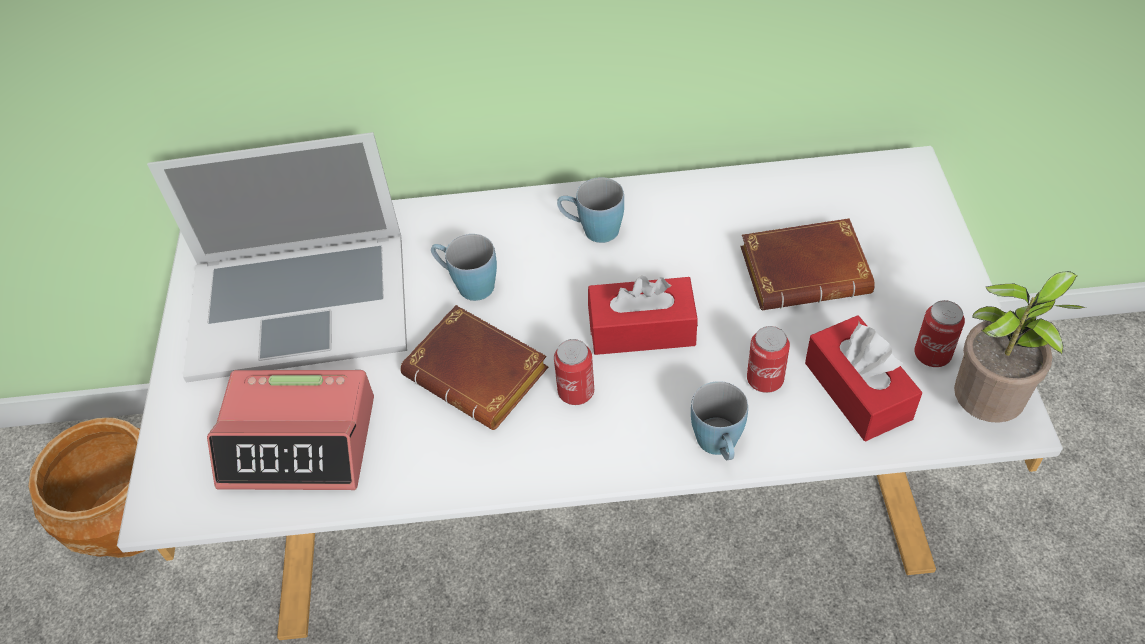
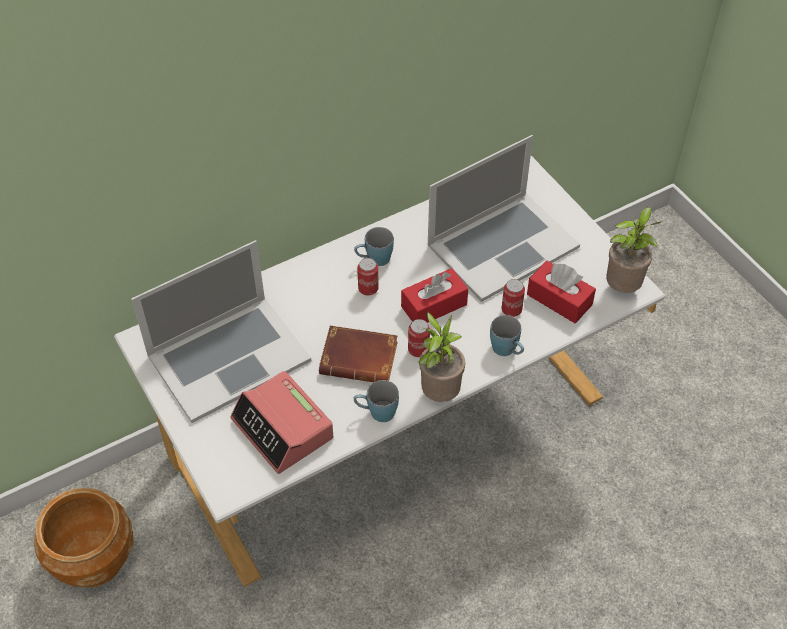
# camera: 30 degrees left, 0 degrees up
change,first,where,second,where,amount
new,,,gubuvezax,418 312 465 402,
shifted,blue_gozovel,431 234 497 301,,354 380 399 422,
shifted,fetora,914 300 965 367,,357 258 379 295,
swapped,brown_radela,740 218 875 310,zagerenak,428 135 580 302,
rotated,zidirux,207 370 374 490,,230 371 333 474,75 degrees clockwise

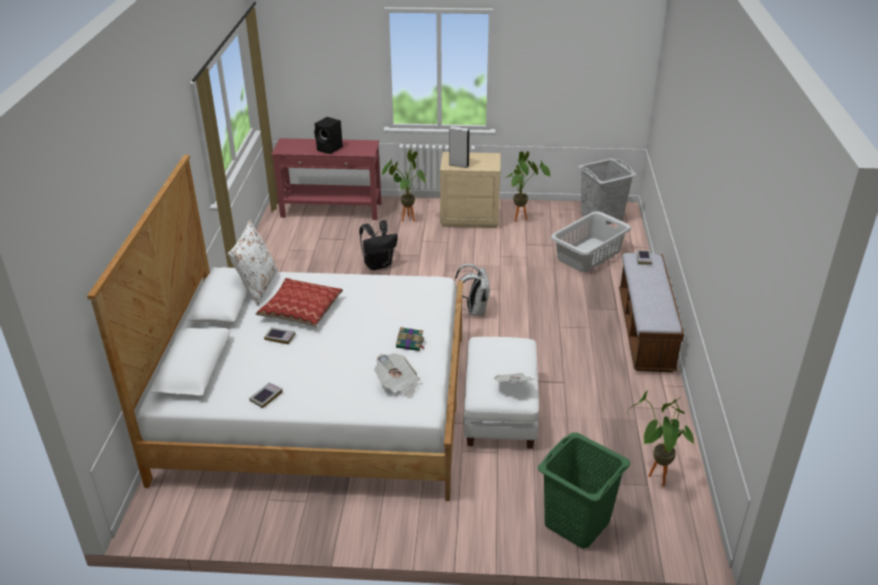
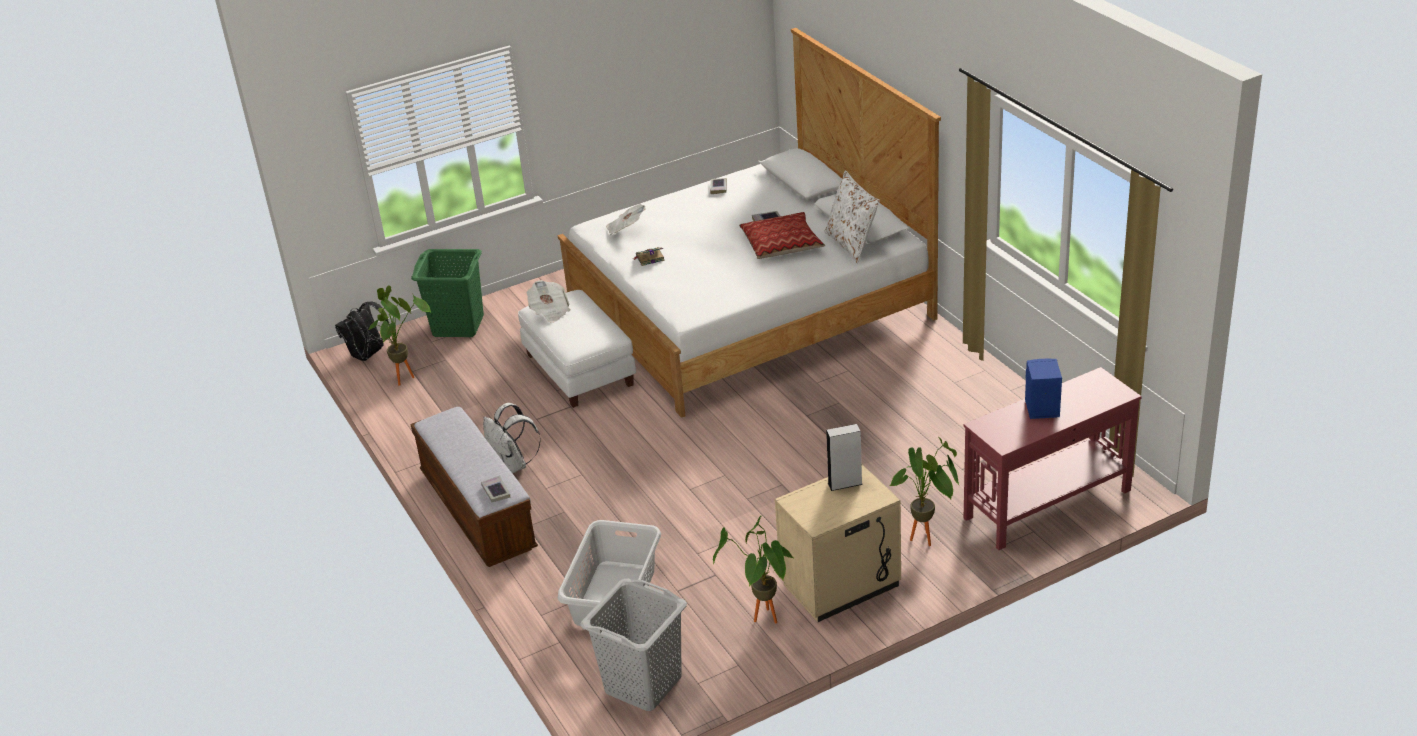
# camera: 150 degrees right, 0 degrees up
change,first,where,second,where,amount
shifted,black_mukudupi,359 220 398 270,,335 302 391 361,
shifted,white_mukudupi,454 263 490 316,,483 403 541 474,
repainted,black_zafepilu,314 117 343 154,blue_zafepilu,1025 359 1062 419,

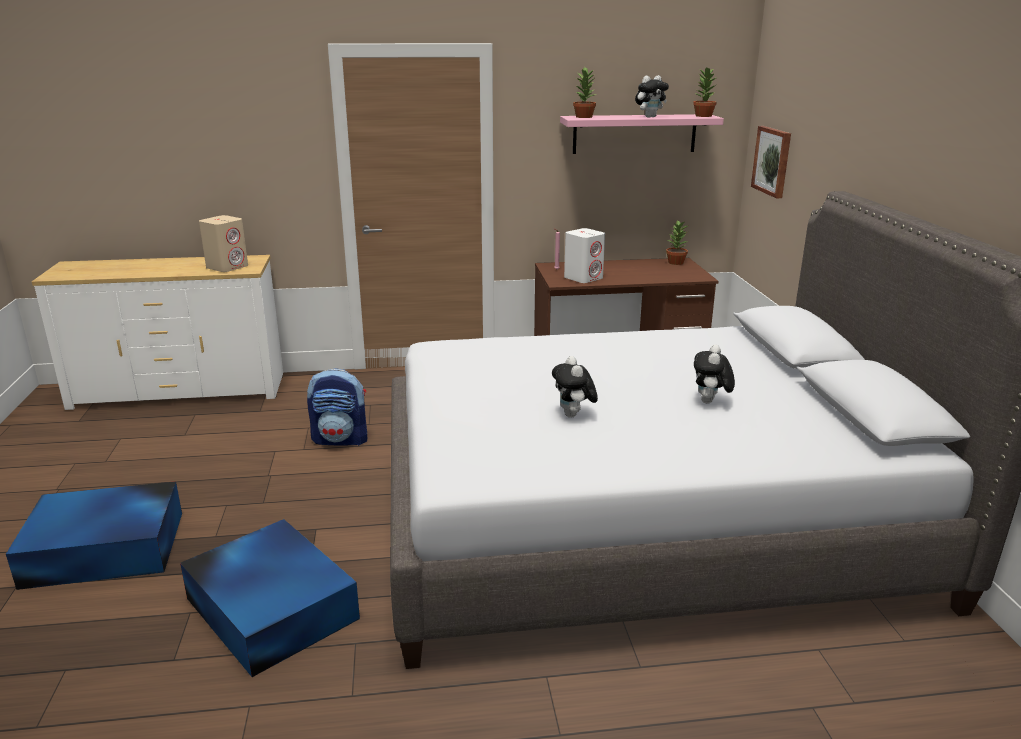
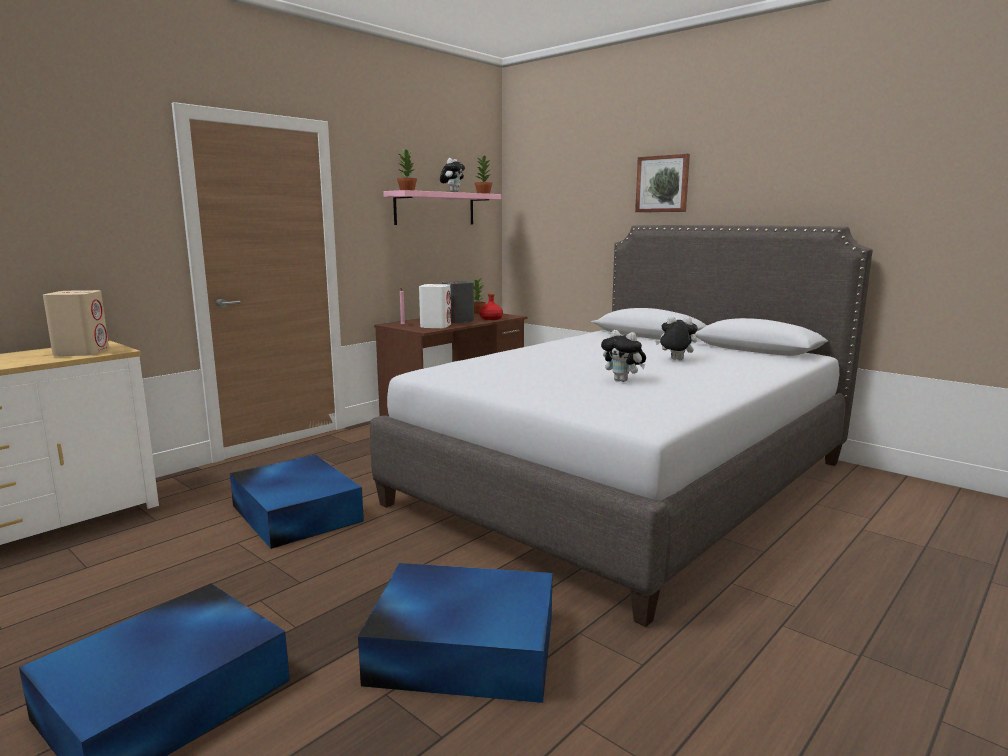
# camera: 40 degrees left, 10 degrees down
change,first,where,second,where,amount
new,,,grey_zafepilu,442 281 474 323,
new,,,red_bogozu,479 293 503 320,
shifted,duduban,751 126 791 198,,635 154 690 212,
swapped,mukudupi,307 368 367 446,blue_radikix,230 455 364 549,
rotated,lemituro,694 345 735 403,,655 316 698 360,135 degrees clockwise

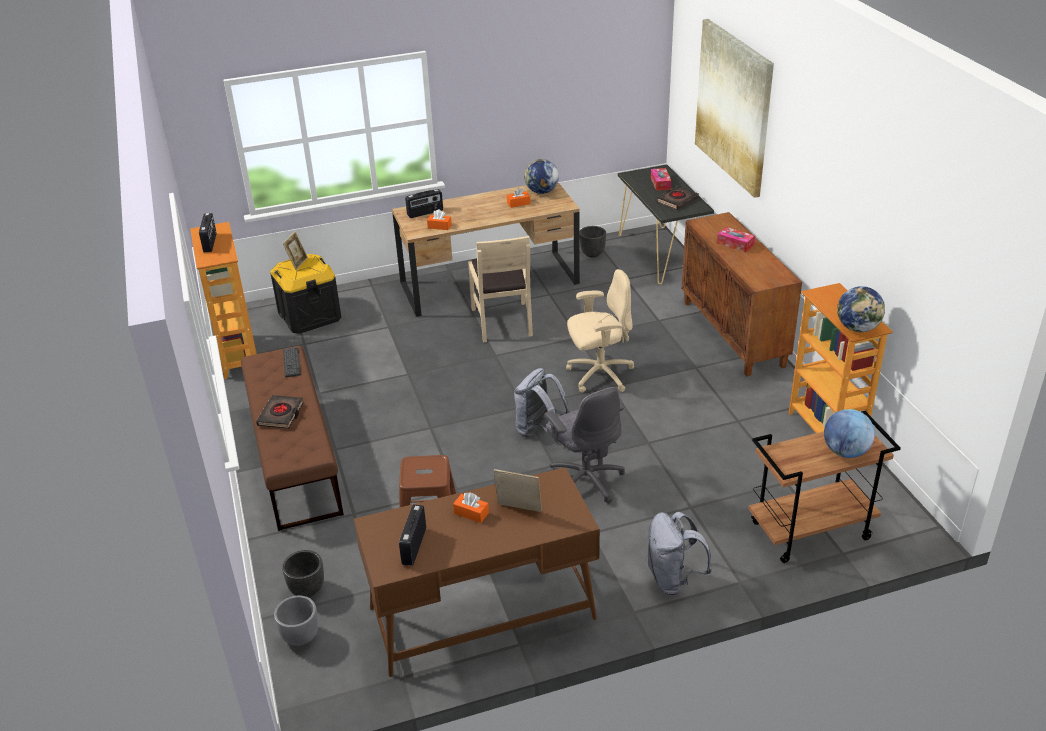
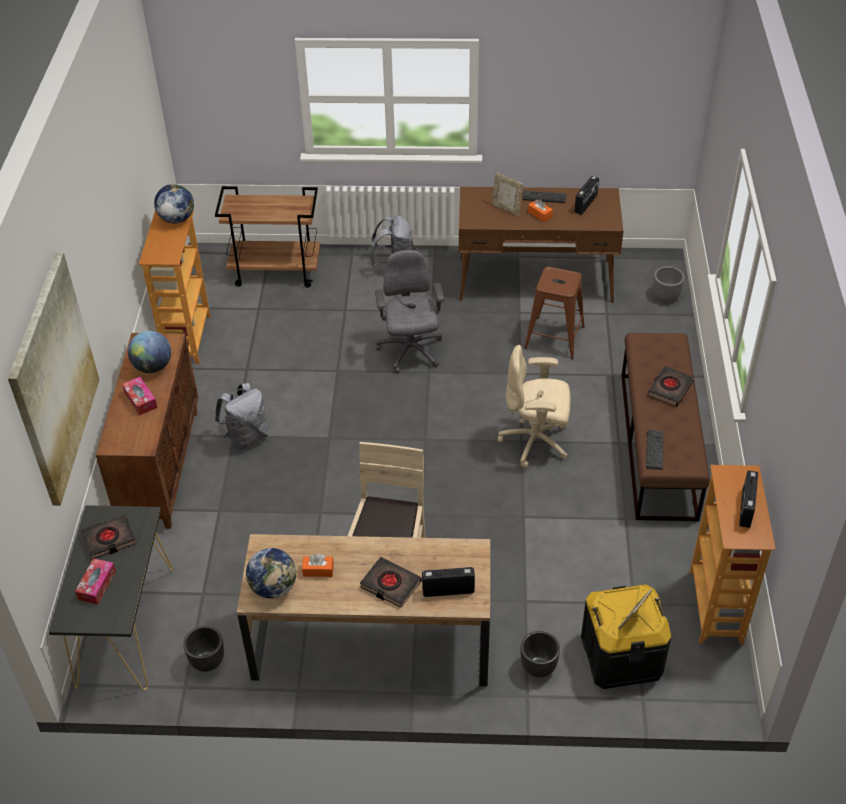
# camera: 160 degrees left, 10 degrees up
change,first,where,second,where,amount
gone,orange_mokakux,427 210 452 230,,,
new,,,black_radela,360 557 422 608,
new,,,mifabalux,522 190 566 203,
shifted,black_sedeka,282 550 324 597,,521 631 560 677,
shifted,grey_mukudupi,514 368 570 437,,215 383 269 450,
shifted,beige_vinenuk,566 269 634 393,,498 345 571 468,
shifted,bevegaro,824 409 875 458,,128 331 171 373,

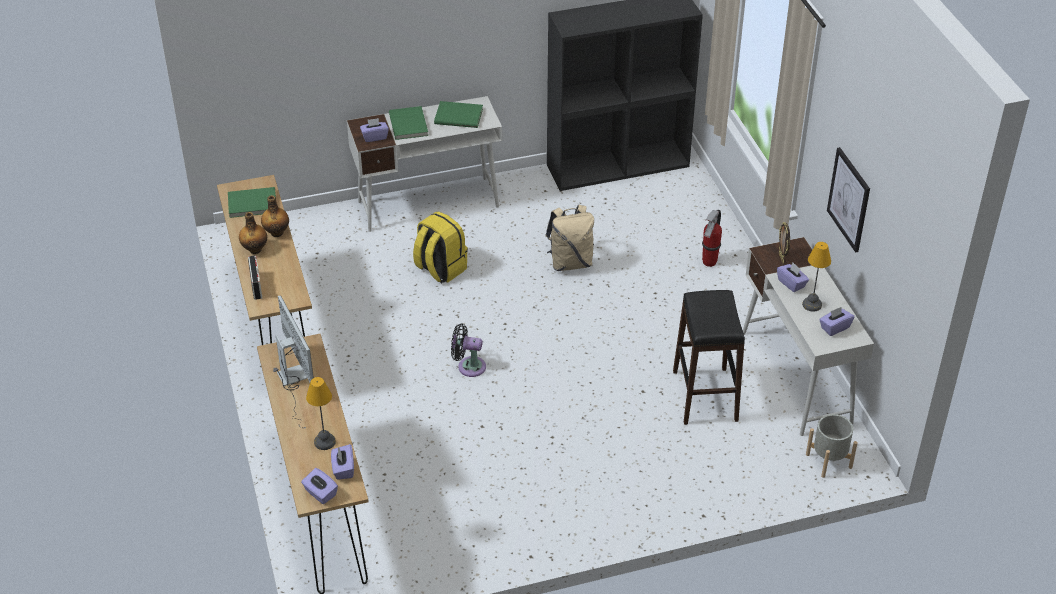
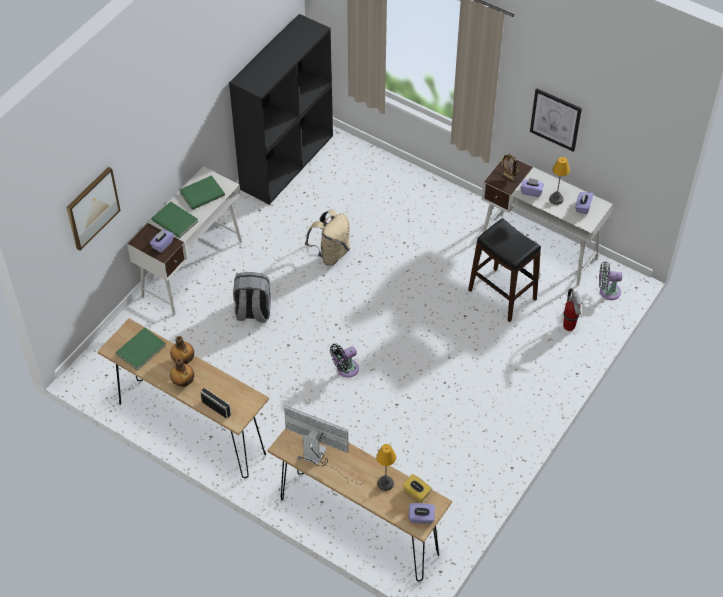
# camera: 40 degrees left, 10 degrees up
change,first,where,second,where,amount
new,,,duduban,66 167 121 251,
shifted,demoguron,702 210 722 267,,563 288 583 331,
swapped,grey_sedeka,806 414 858 478,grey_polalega,599 261 622 300,
repainted,purple_mokakux,331 444 354 480,yellow_mokakux,403 474 432 502,
repainted,yellow_mukudupi,413 212 468 283,grey_mukudupi,233 272 271 323,

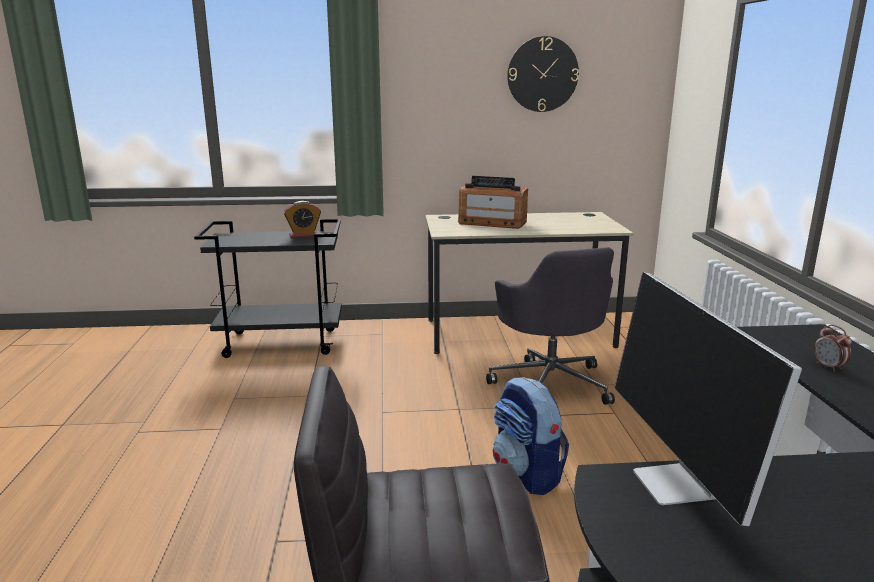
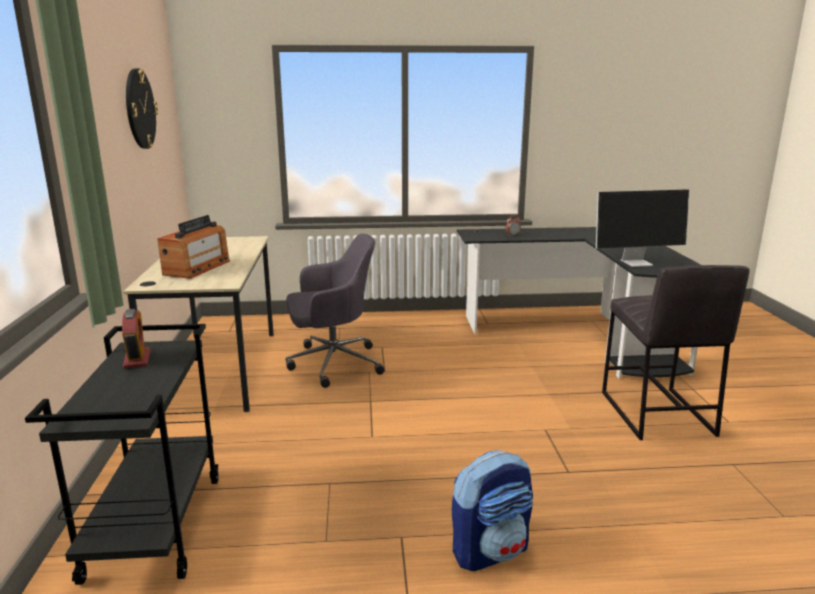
# camera: 90 degrees left, 0 degrees up
change,first,where,second,where,amount
shifted,mukudupi,493 377 569 495,,452 450 533 571,

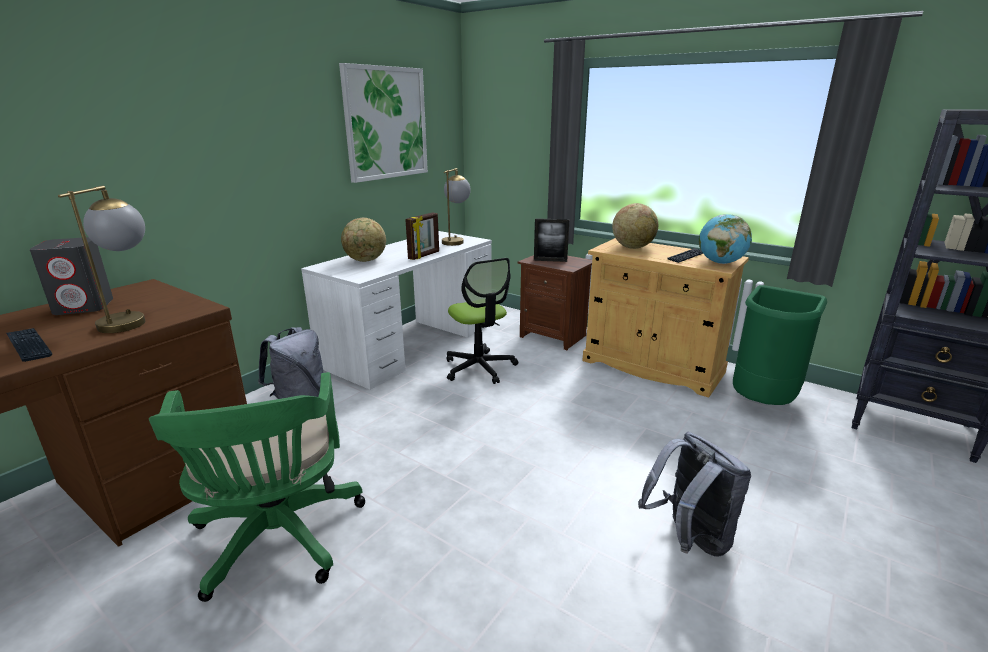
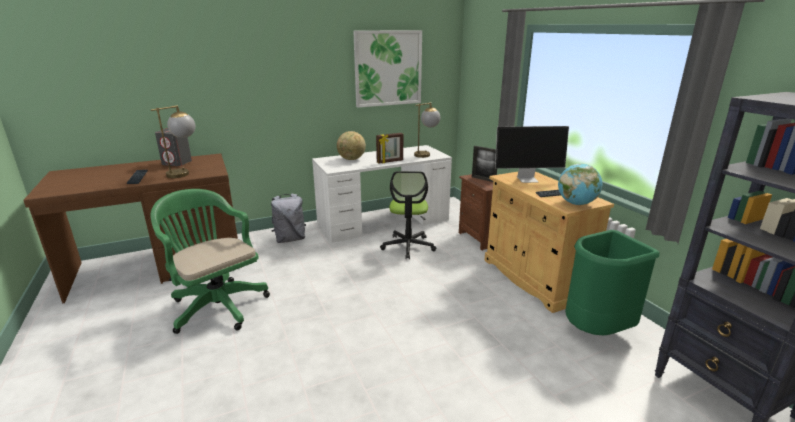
# camera: 30 degrees right, 0 degrees up
change,first,where,second,where,amount
gone,grey_mukudupi,638 432 752 557,,,
swapped,bevegaro,612 203 658 249,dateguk,495 126 569 183,
rotated,green_vinenuk,149 372 365 602,,150 189 270 334,120 degrees clockwise

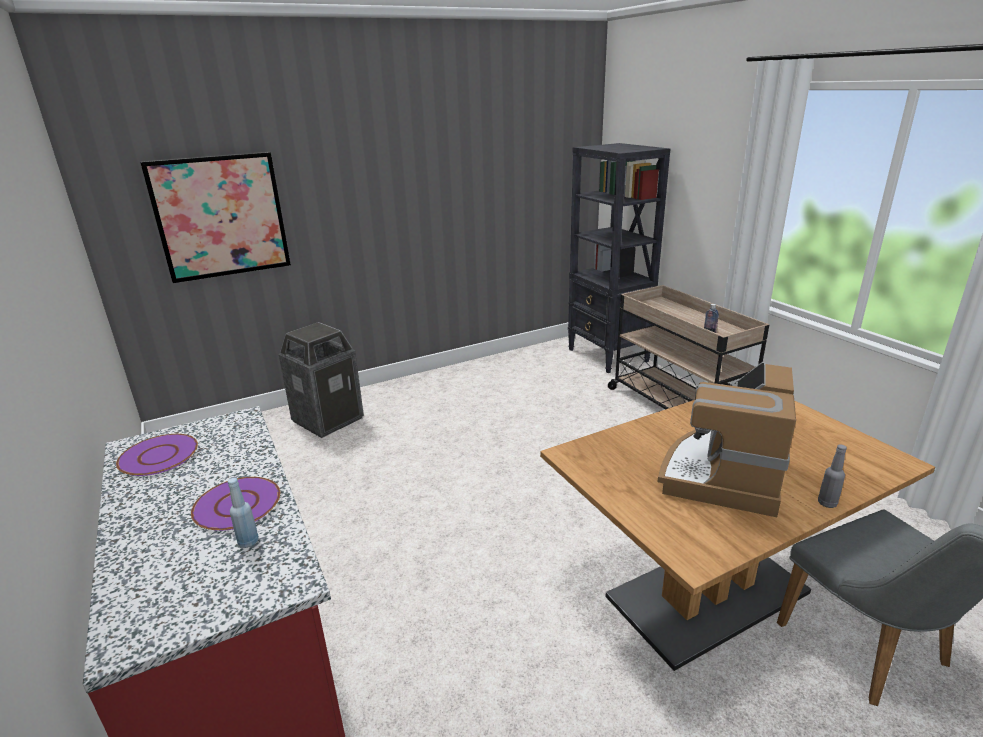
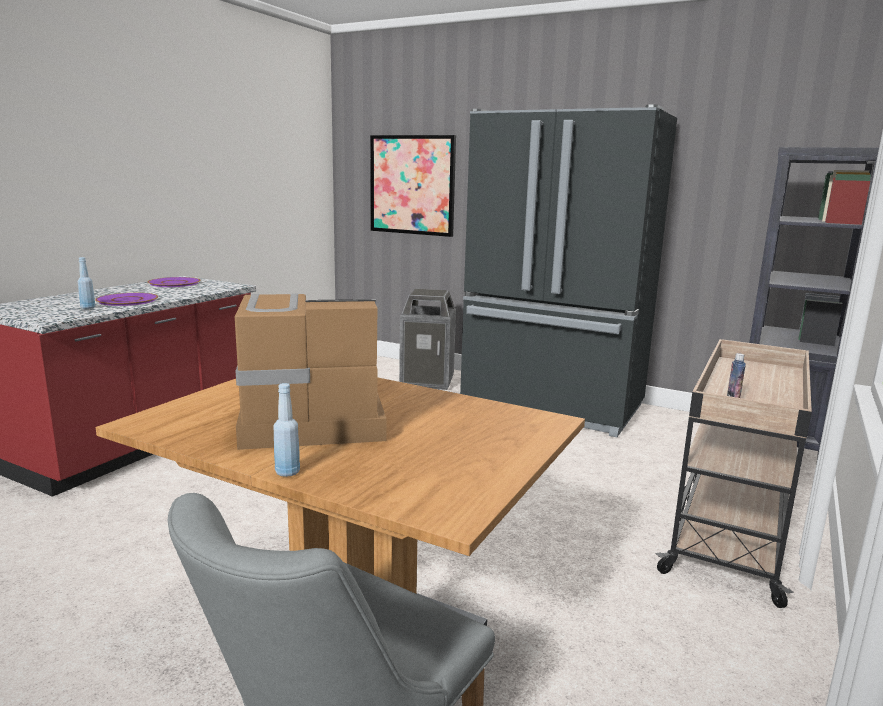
# camera: 55 degrees right, 10 degrees down
change,first,where,second,where,amount
new,,,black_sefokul,460 104 677 437,
repainted,grey_bogozu,818 444 847 508,blue_bogozu,273 383 300 477,

